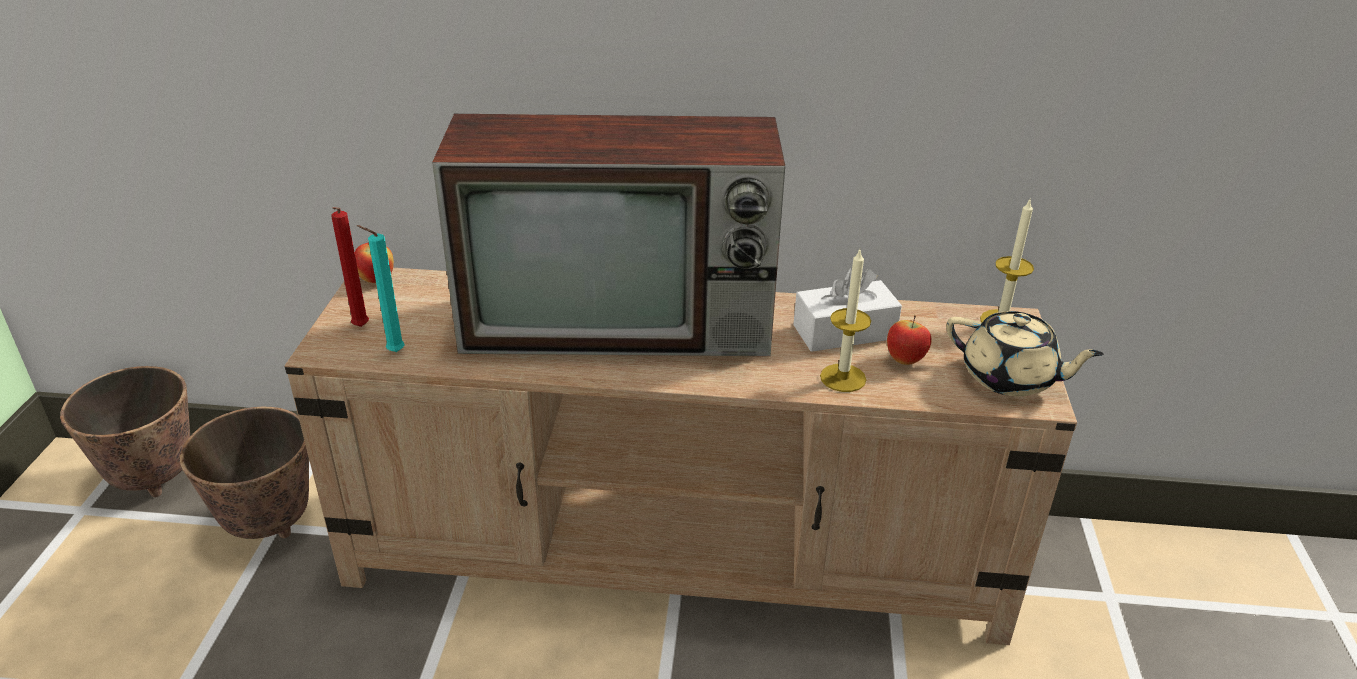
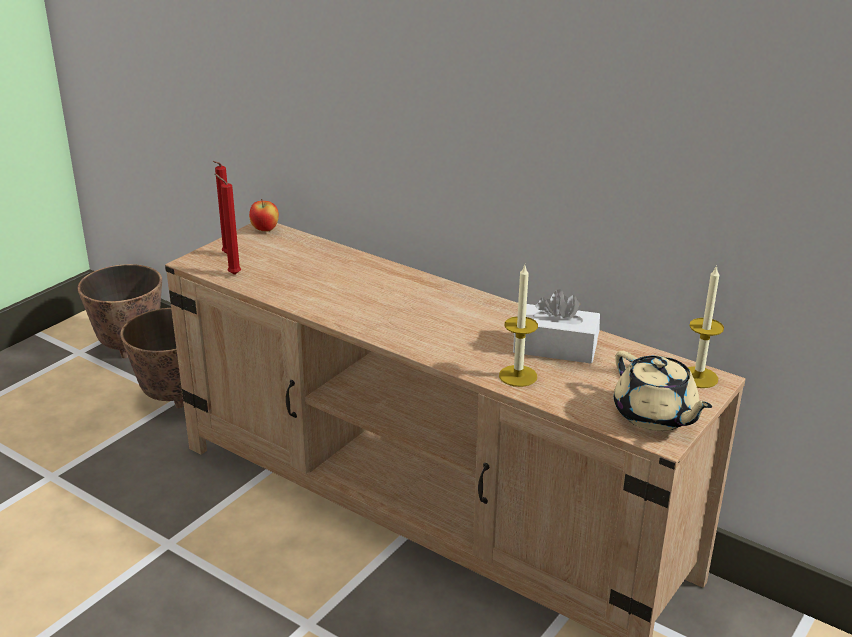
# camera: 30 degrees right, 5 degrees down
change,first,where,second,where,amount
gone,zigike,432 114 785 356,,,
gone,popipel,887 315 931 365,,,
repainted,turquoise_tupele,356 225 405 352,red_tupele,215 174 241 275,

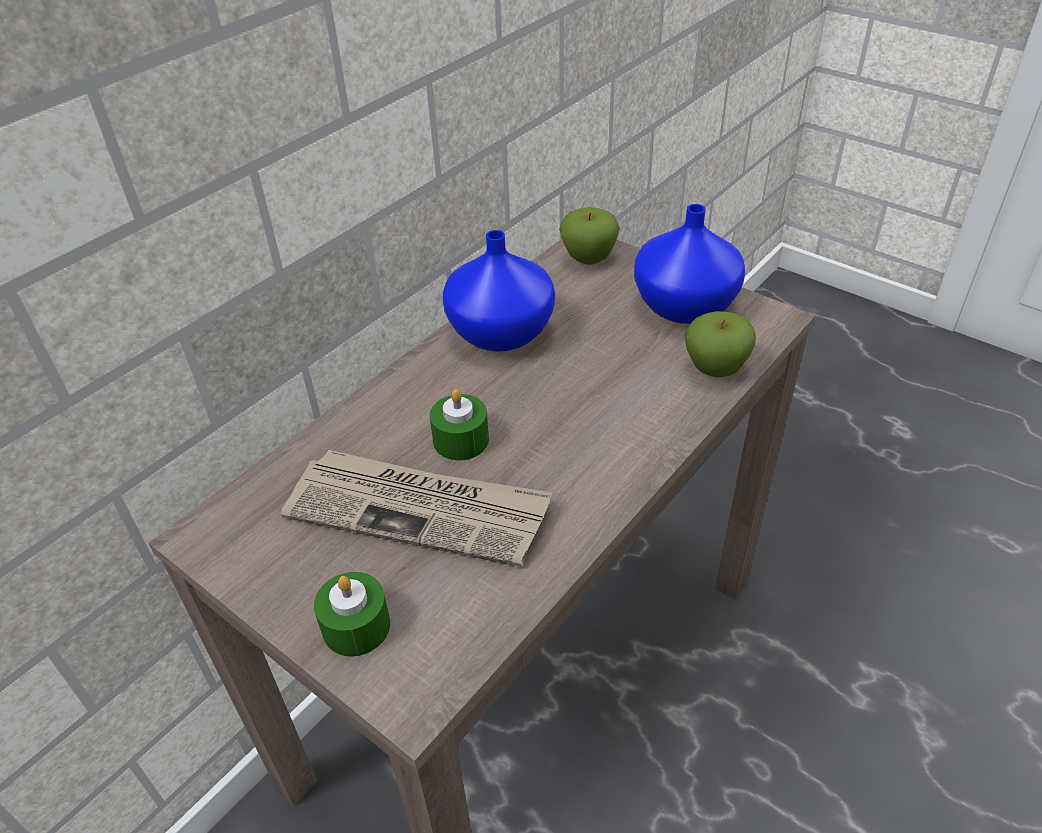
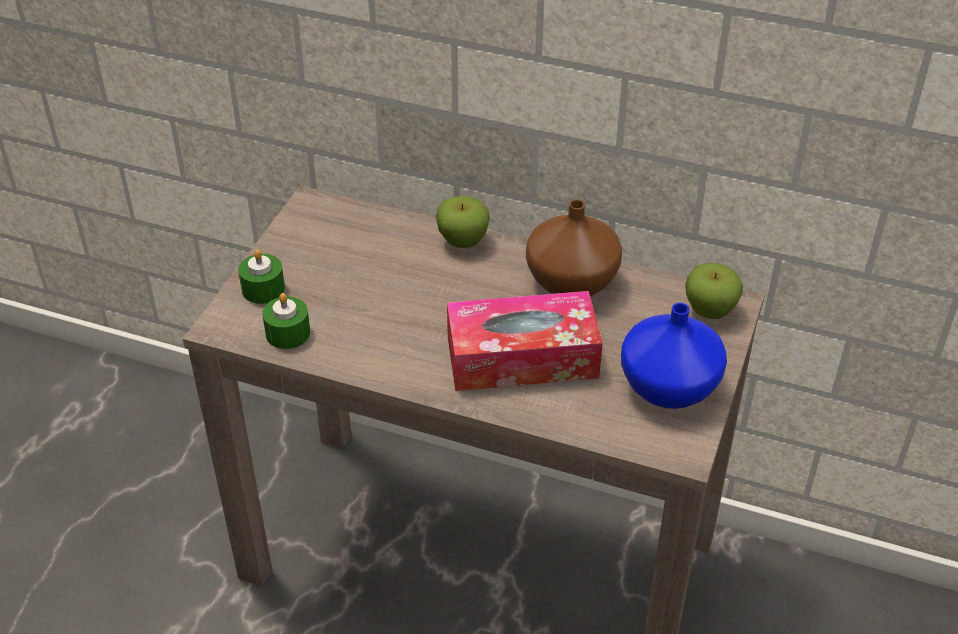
# camera: 70 degrees right, 0 degrees up
change,first,where,second,where,amount
gone,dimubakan,281 450 552 567,,,
new,,,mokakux,447 291 603 391,
shifted,green_tupele,430 389 489 460,,262 293 310 349,
shifted,popipel,685 311 756 377,,436 196 490 248,
repainted,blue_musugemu,443 230 555 352,brown_musugemu,526 199 622 296,

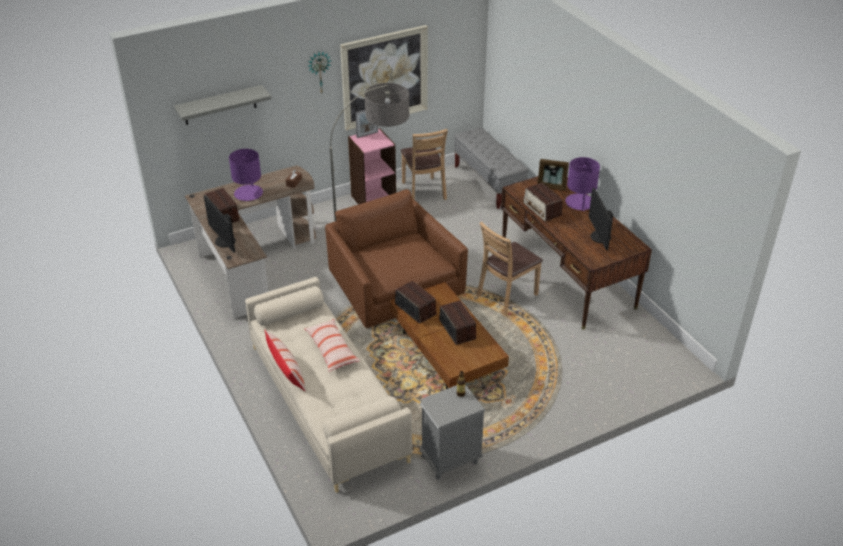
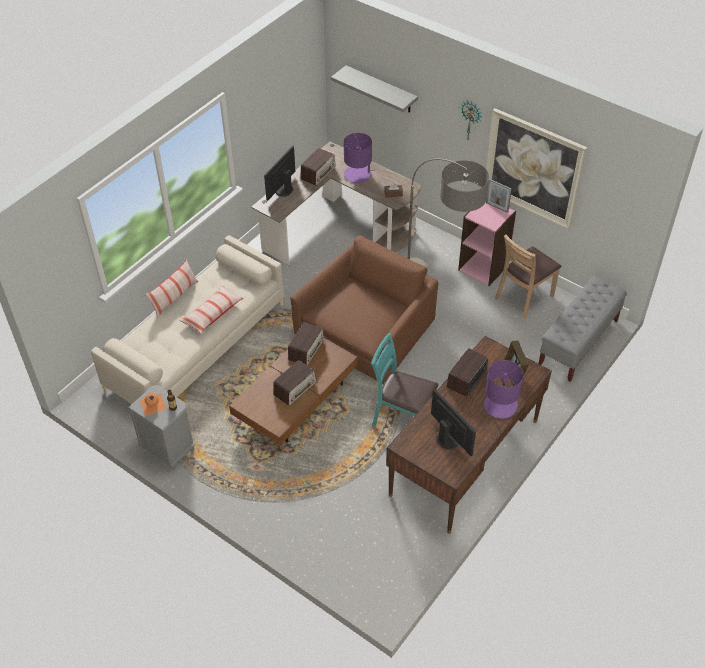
# camera: 65 degrees right, 10 degrees up
change,first,where,second,where,amount
new,,,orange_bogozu,140 393 166 416,
repainted,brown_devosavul,477 222 543 316,turquoise_devosavul,371 333 438 427,
rotated,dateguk,589 188 613 250,,431 388 476 456,90 degrees clockwise

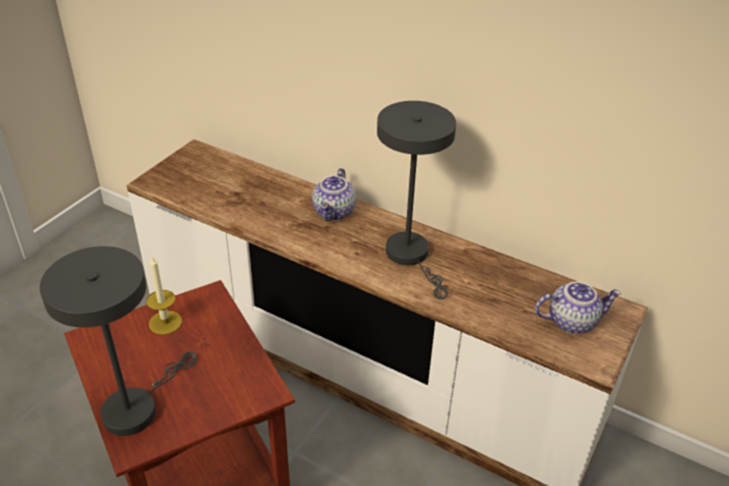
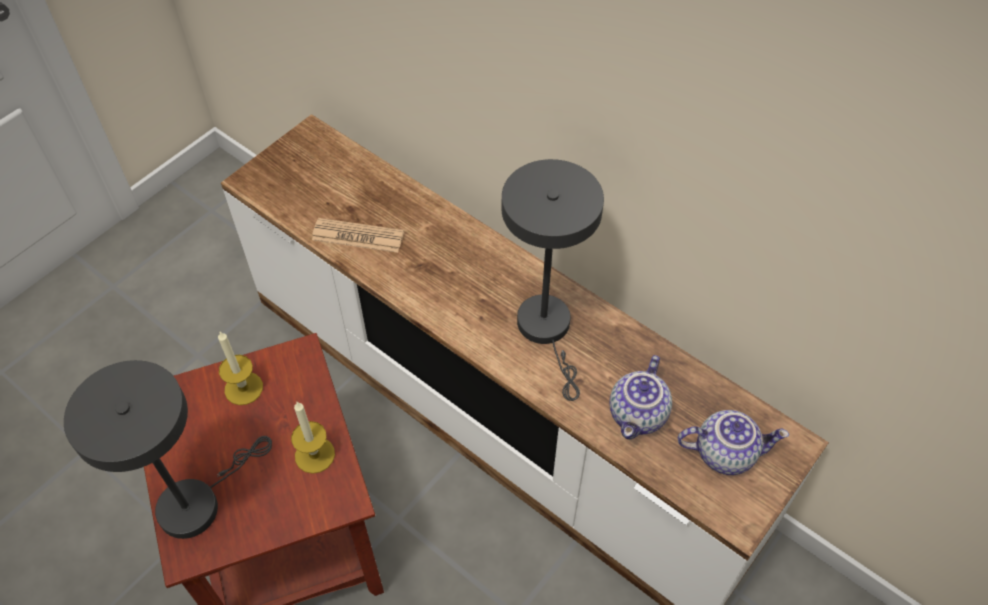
# camera: 10 degrees right, 15 degrees up
change,first,where,second,where,amount
new,,,tupele,291 402 335 474,
new,,,dimubakan,312 218 404 253,
shifted,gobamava,312 168 356 221,,609 355 672 439,

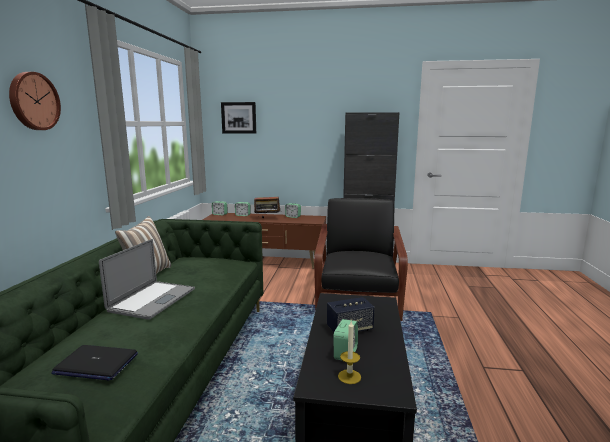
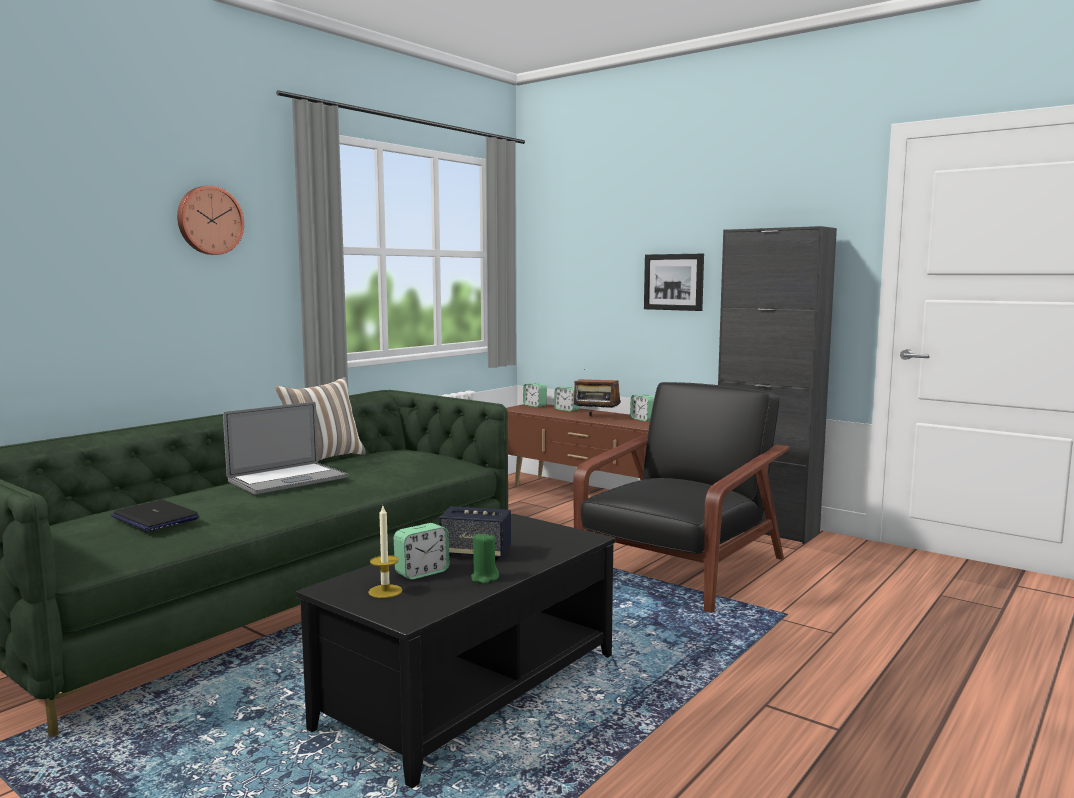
# camera: 30 degrees right, 5 degrees down
change,first,where,second,where,amount
new,,,green_tupele,471 532 499 584,
shifted,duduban,221 102 256 134,,644 254 704 311,

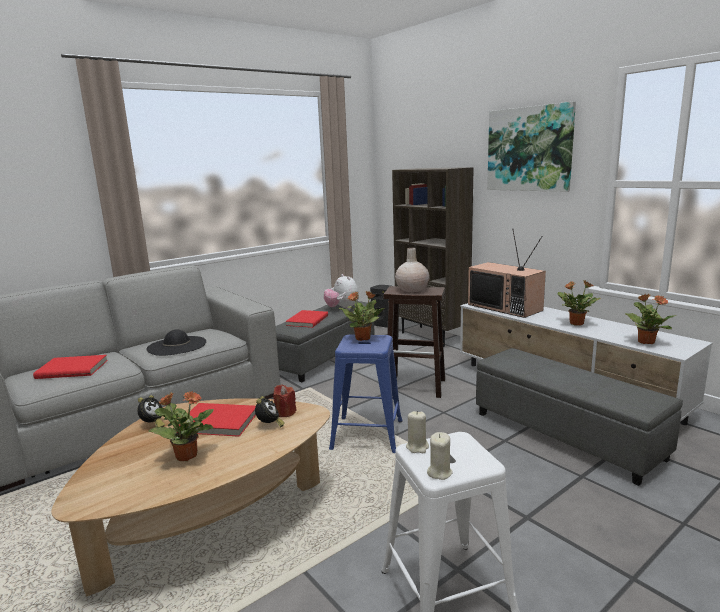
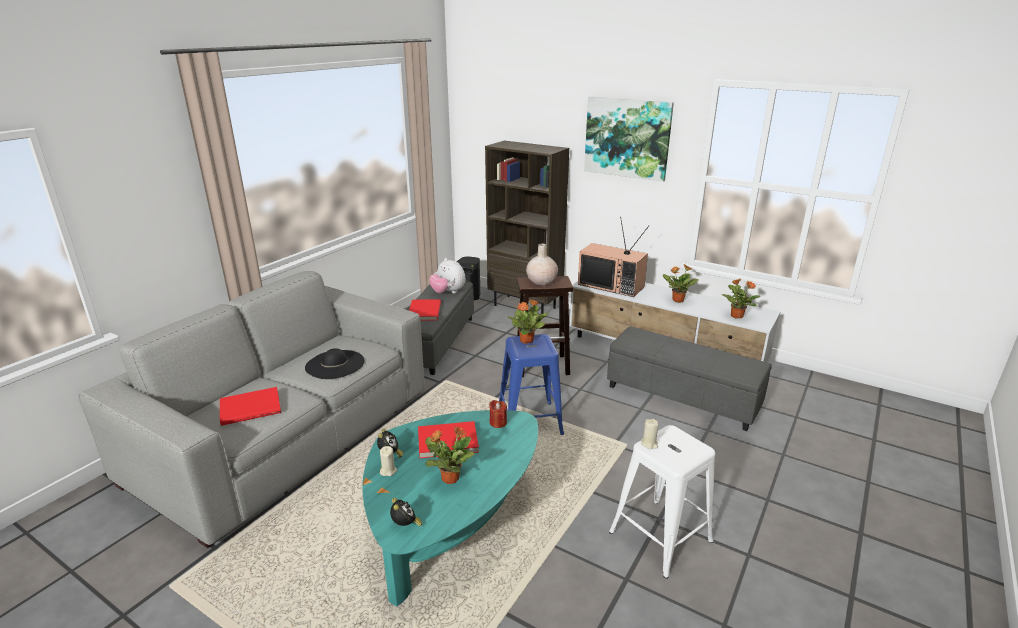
# camera: 20 degrees left, 10 degrees up
change,first,where,second,where,amount
shifted,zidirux,255 396 285 427,,390 498 422 527,
shifted,beige_tupele,427 432 453 480,,380 446 397 476,
repainted,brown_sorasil,51 398 330 596,turquoise_sorasil,362 410 538 606,

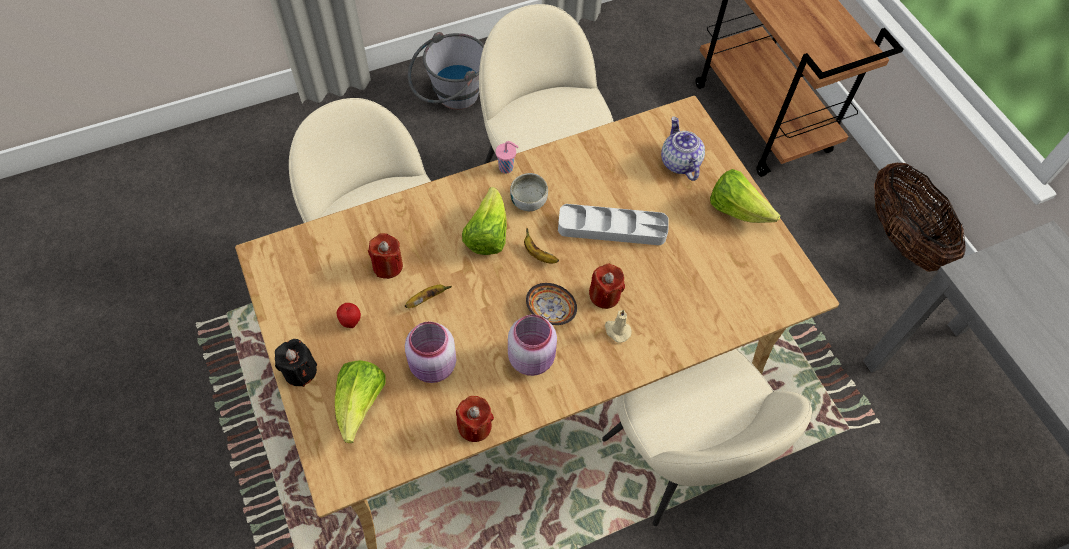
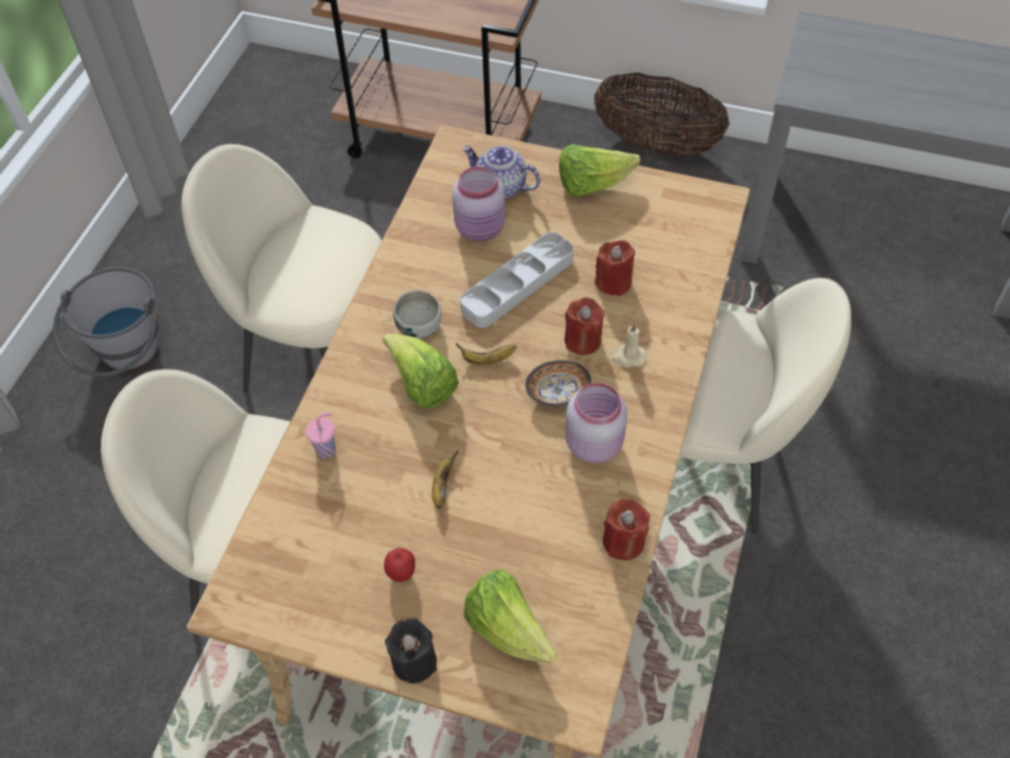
# camera: 45 degrees left, 5 degrees down
change,first,where,second,where,amount
shifted,red_tupele,368 233 403 279,,595 240 635 296,
shifted,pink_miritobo,405 321 456 383,,452 166 505 241,
shifted,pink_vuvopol,496 141 519 174,,306 413 336 458,

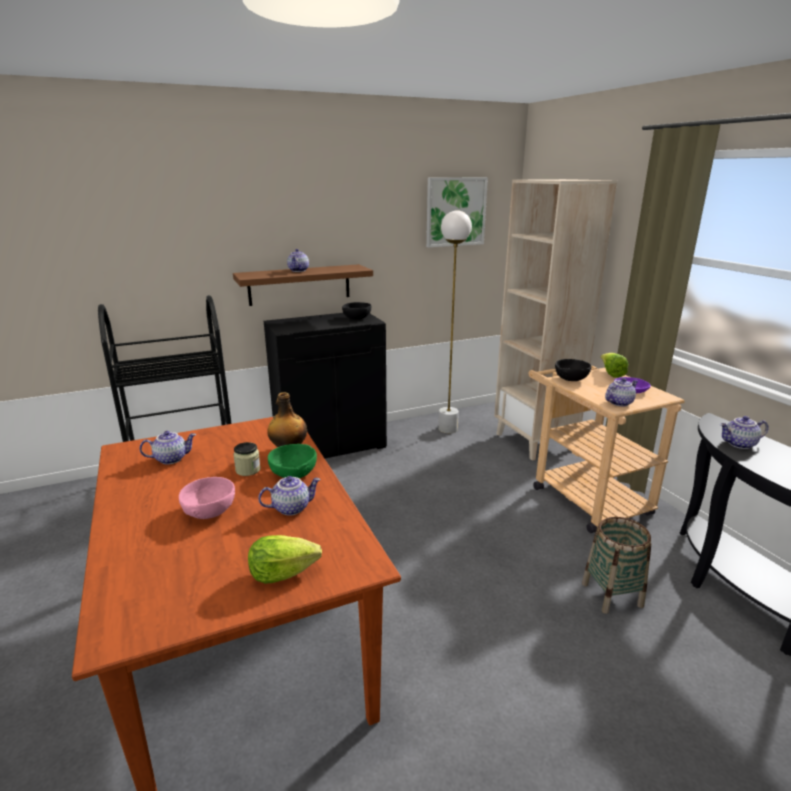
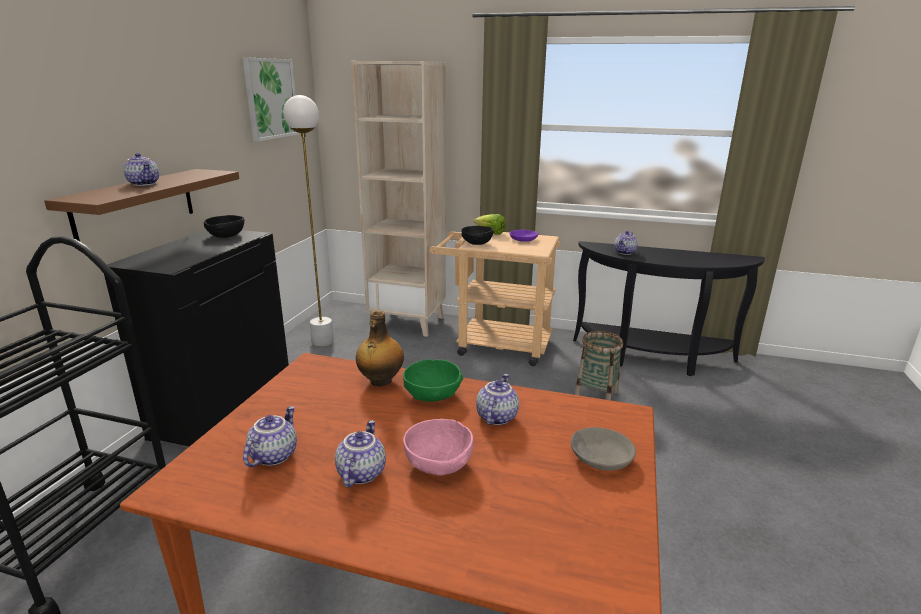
# camera: 50 degrees left, 0 degrees up
change,first,where,second,where,amount
gone,miritobo,233 442 261 476,,,
shifted,gobamava,605 378 638 406,,335 420 386 487,
swapped,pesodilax,248 535 322 584,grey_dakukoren,571 427 636 471,

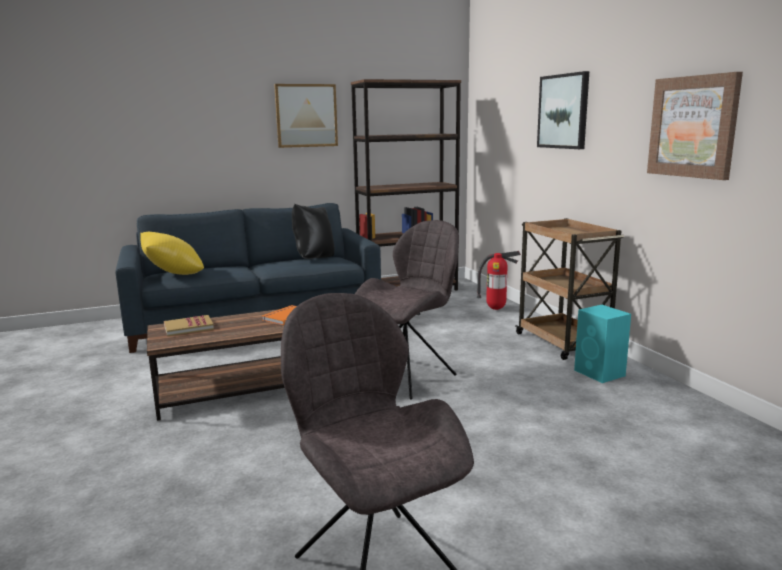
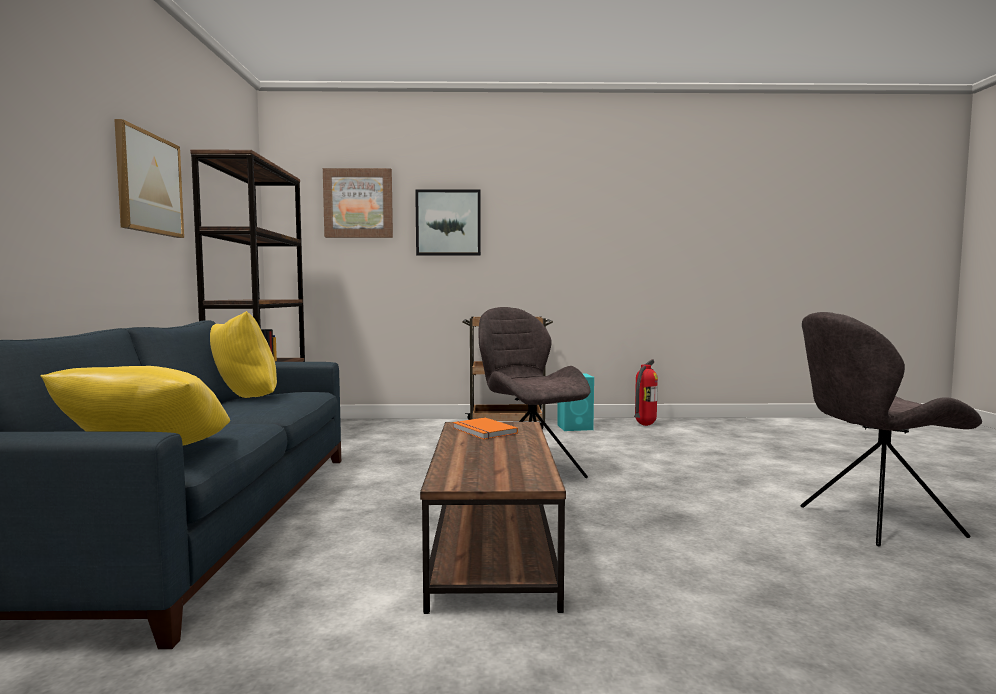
# camera: 70 degrees left, 10 degrees down
change,first,where,second,where,amount
gone,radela,164 315 214 336,,,
shifted,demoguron,477 251 521 310,,634 359 658 426,
shifted,duduban,647 72 743 180,,323 168 393 238,
repainted,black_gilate,292 204 334 259,yellow_gilate,210 311 277 398,

